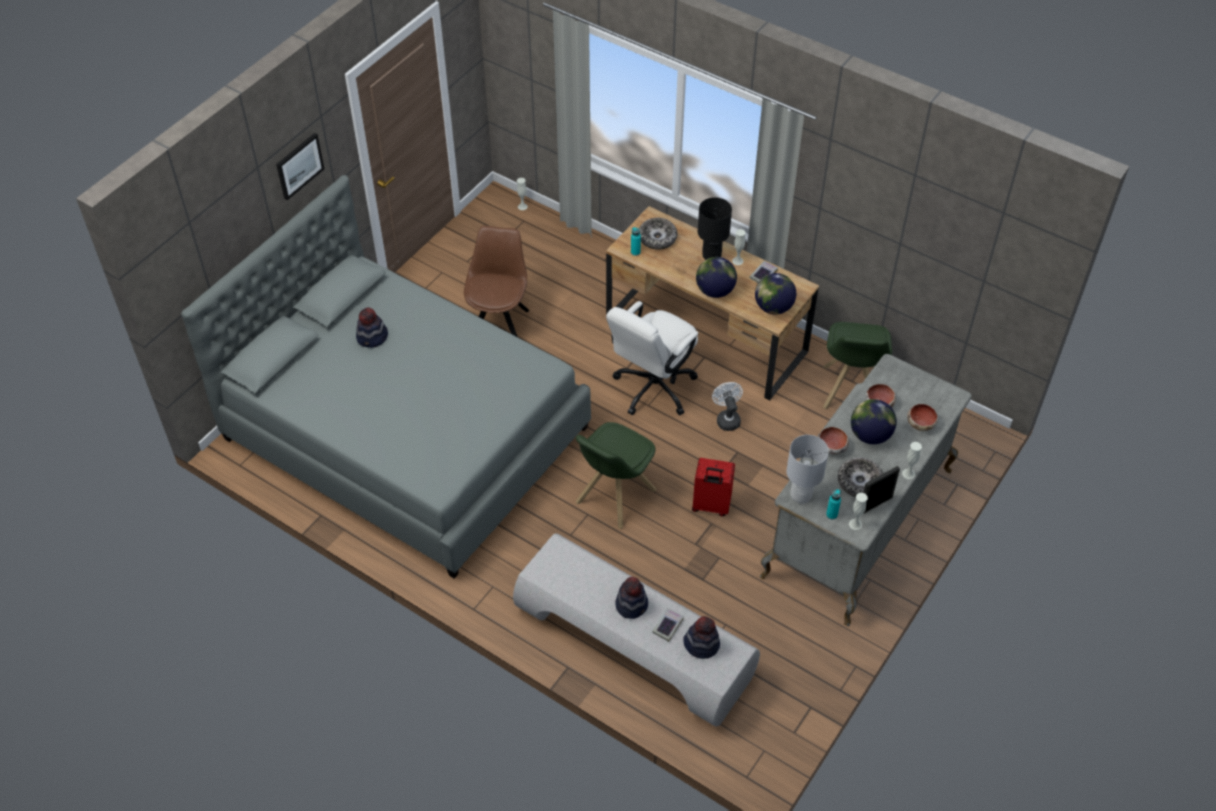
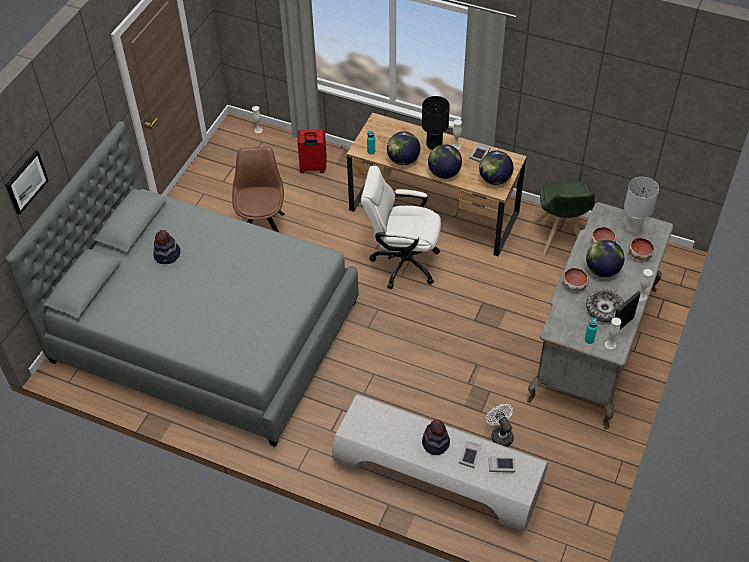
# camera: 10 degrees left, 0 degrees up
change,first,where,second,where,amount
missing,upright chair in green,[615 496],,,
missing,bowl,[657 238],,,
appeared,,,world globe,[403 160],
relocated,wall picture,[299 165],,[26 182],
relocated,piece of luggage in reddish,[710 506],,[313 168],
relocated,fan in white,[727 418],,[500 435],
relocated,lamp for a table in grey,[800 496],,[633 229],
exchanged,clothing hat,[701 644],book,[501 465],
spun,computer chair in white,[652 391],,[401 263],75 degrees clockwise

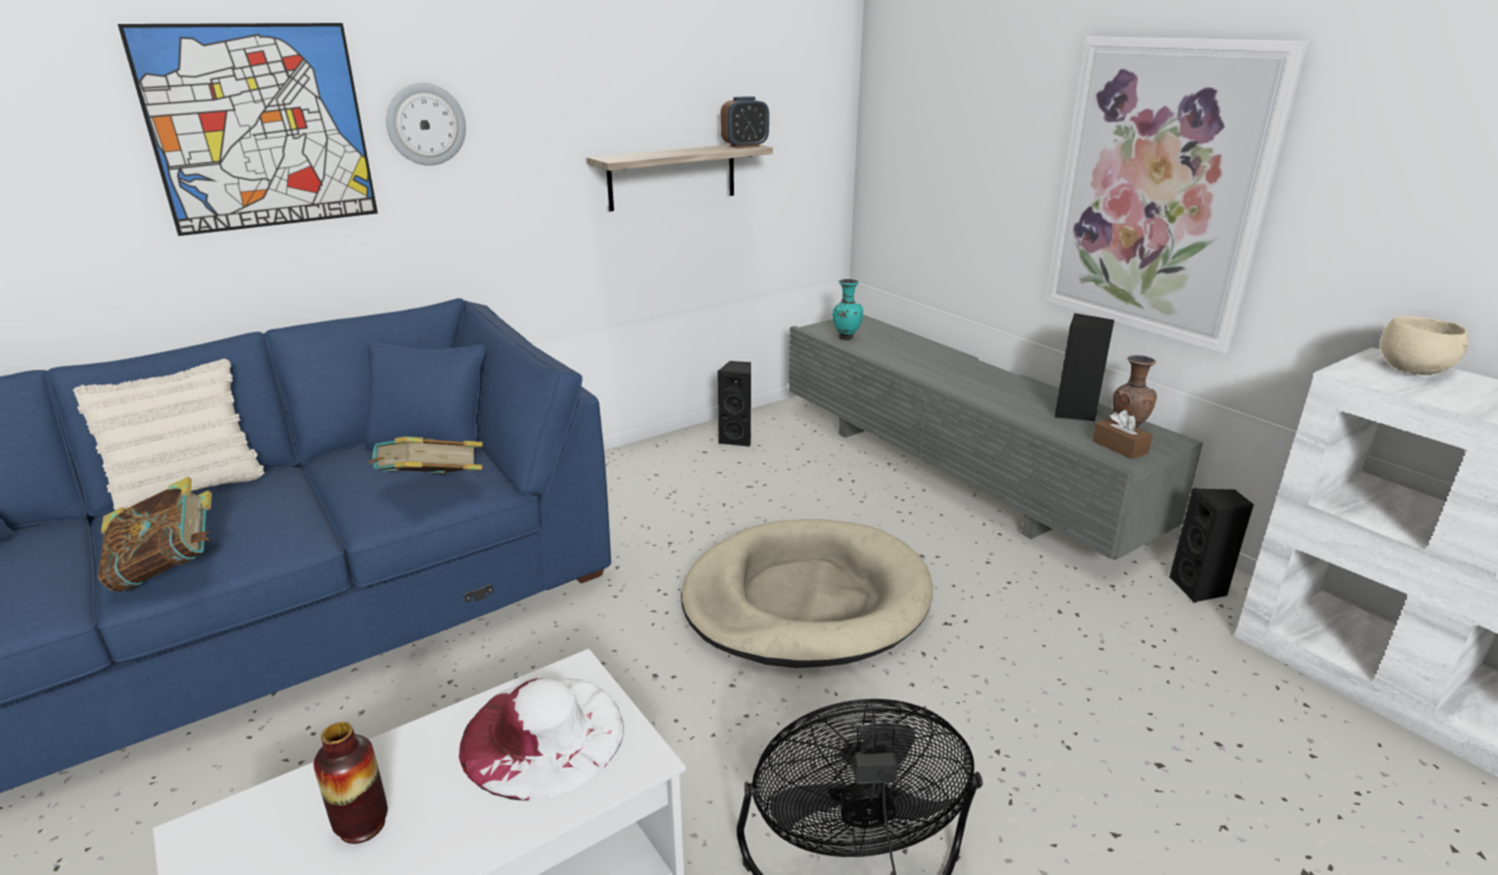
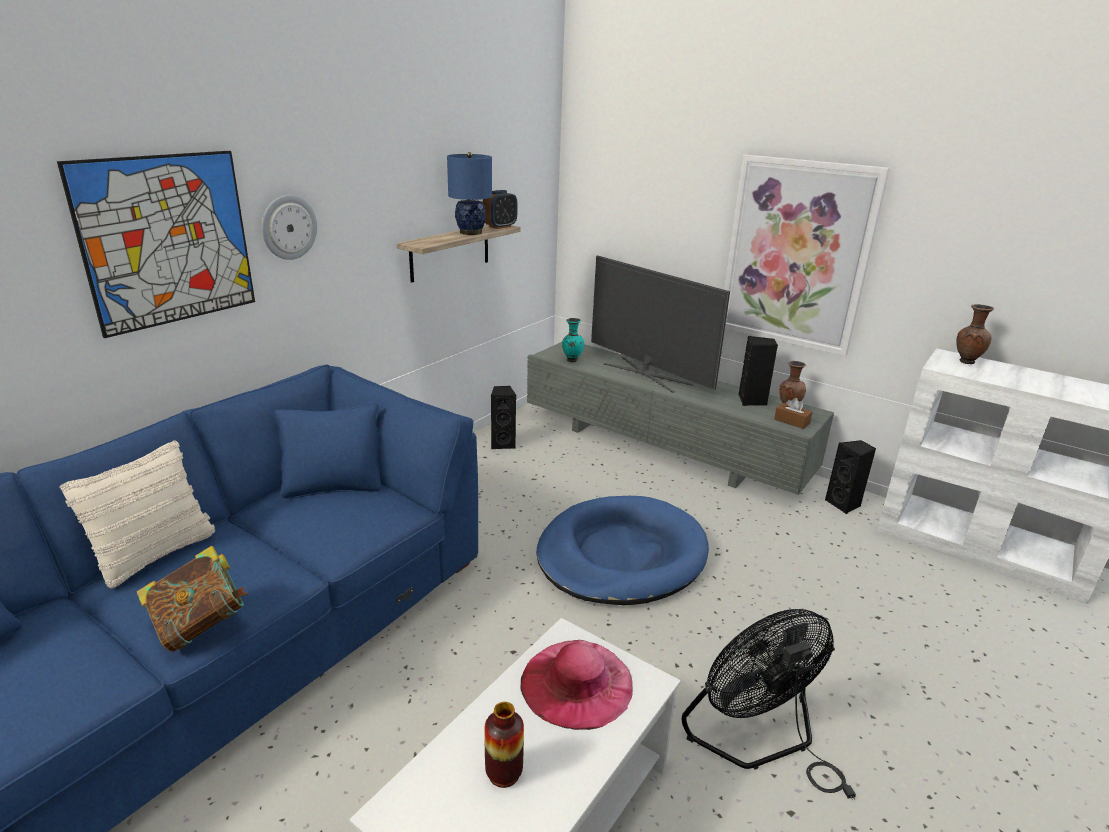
# camera: 20 degrees left, 0 degrees up
change,first,where,second,where,amount
missing,book,[431 489],,,
appeared,,,lamp for a table in bluish,[470 232],
appeared,,,TV,[647 374],
exchanged,bowl in beige-coloured,[1411 370],vase in brown-coloured,[965 362],
colour,clothing hat in white,[543 735],clothing hat in pinkish,[577 682],
colour,dog bed in beige-coloured,[806 600],dog bed in bluish,[621 555],

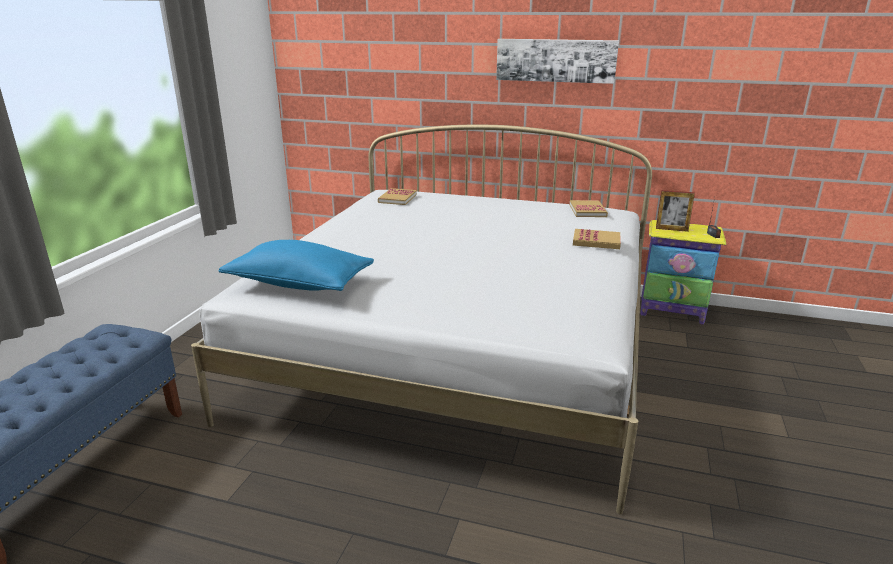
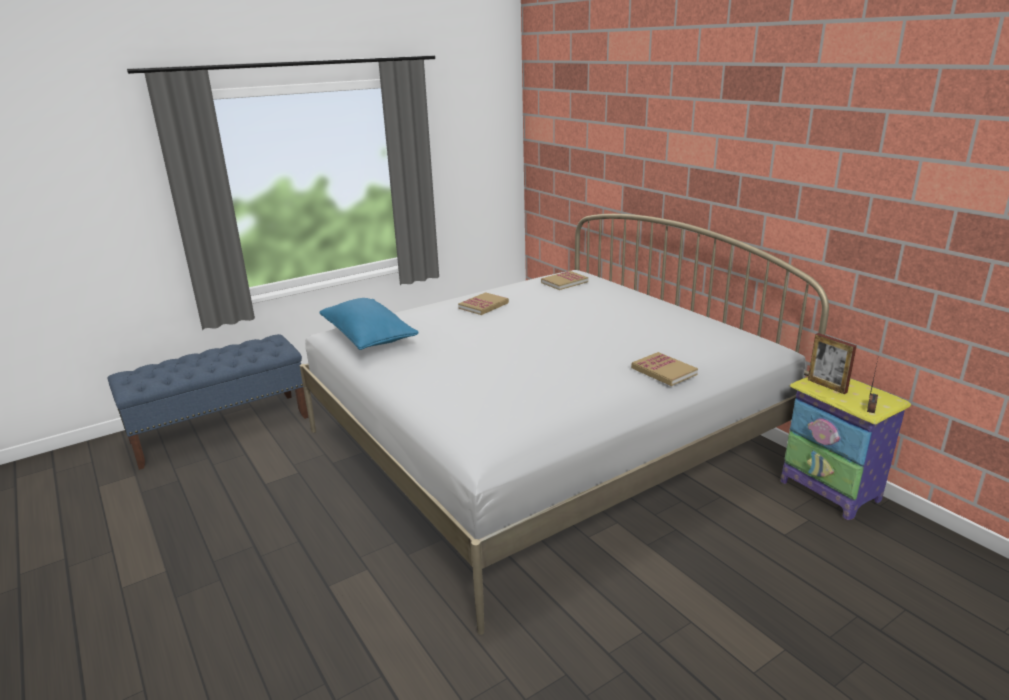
# camera: 40 degrees right, 0 degrees up
change,first,where,second,where,amount
missing,wall picture,[555 60],,,
relocated,book,[587 210],,[483 306],

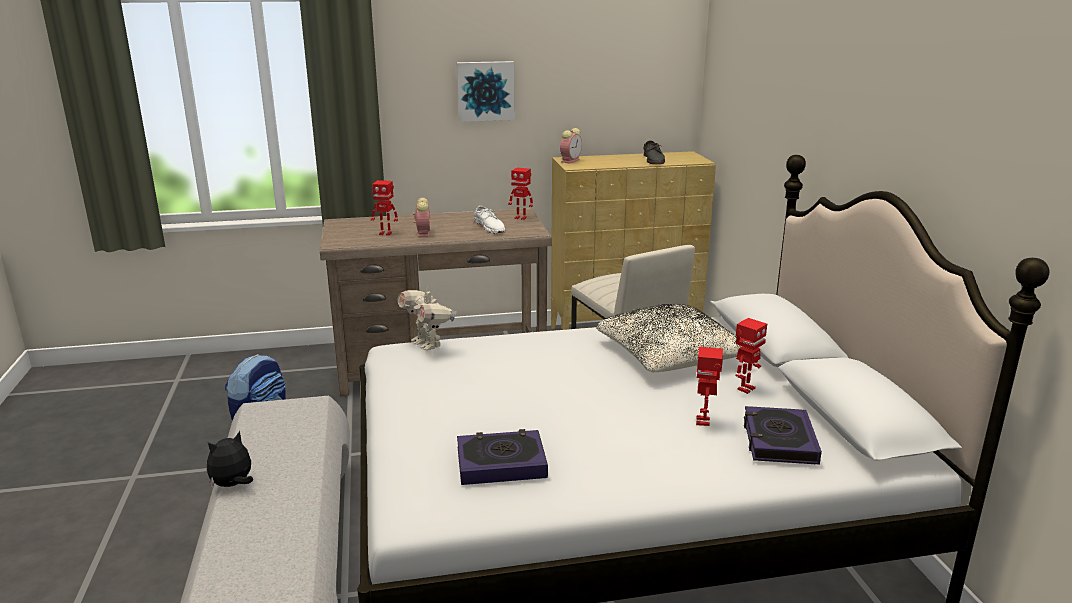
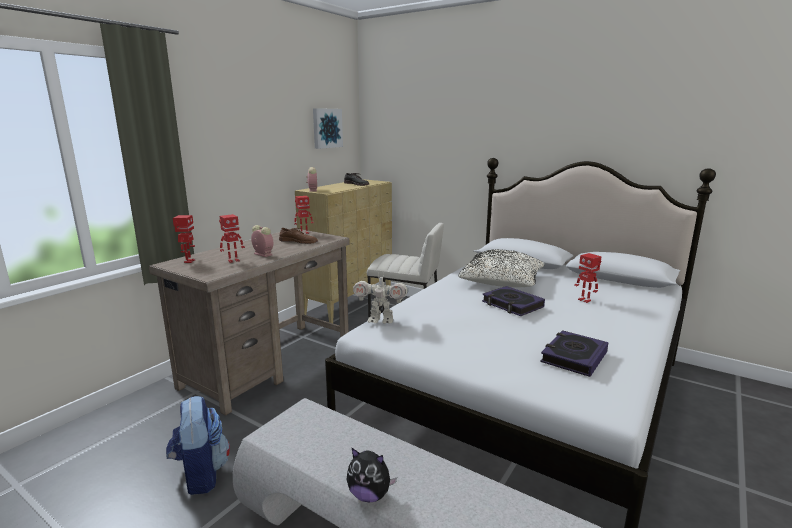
# camera: 45 degrees left, 5 degrees down
change,first,where,second,where,amount
relocated,wall picture,[485 91],,[326 128],
relocated,robot figure,[745 388],,[189 261],
relocated,book,[779 441],,[512 305],
colour,item of footwear in white,[490 227],item of footwear in brown-coloured,[298 241],
spun,plush toy,[233 485],,[369 495],75 degrees counterclockwise

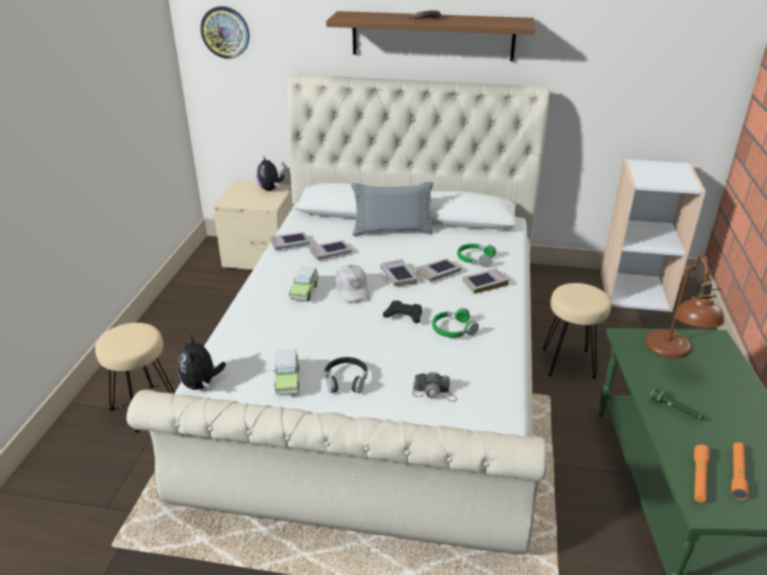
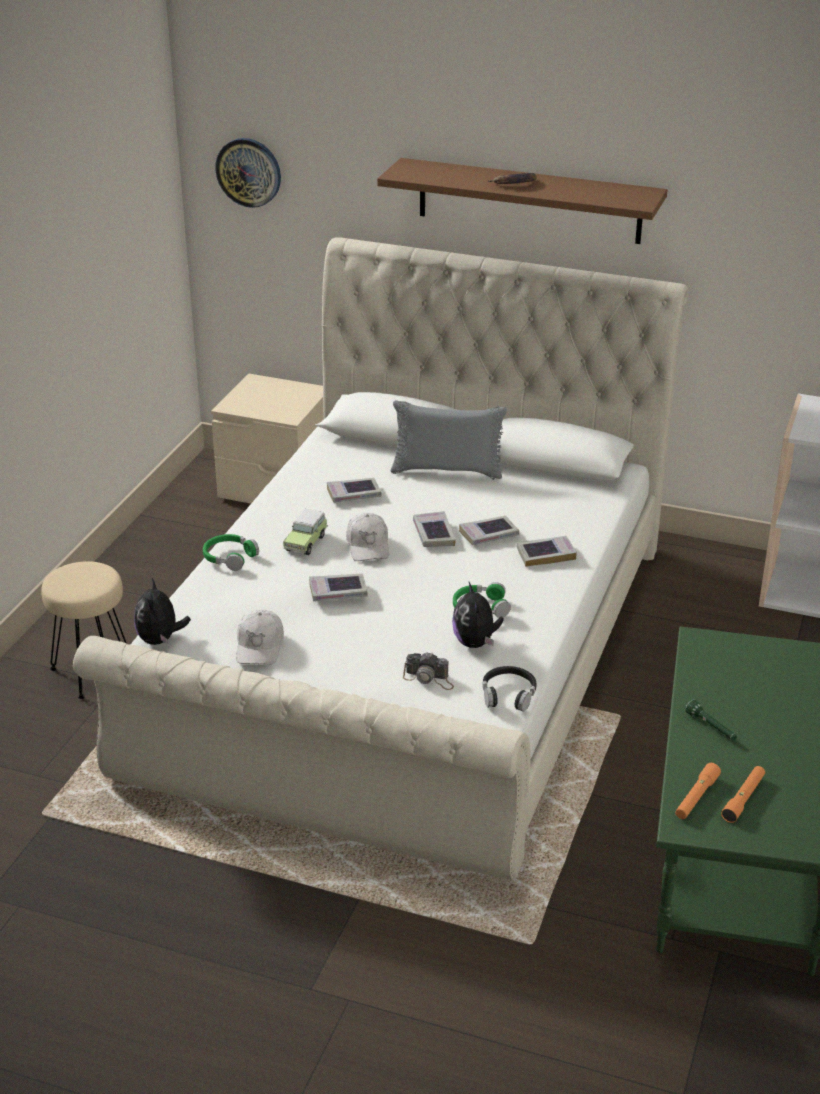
# camera: 10 degrees right, 0 degrees up
change,first,where,second,where,amount
missing,joypad in black,[404 315],,,
missing,sitting stool in beige-coloured,[569 363],,,
missing,lamp for a table in brown-coloured,[675 357],,,
relocated,plush toy,[270 189],,[475 643],
relocated,book,[290 244],,[338 592],
relocated,headset in black,[346 380],,[508 694],
relocated,headset in green,[475 259],,[229 557],
exchanged,toy car,[287 380],baseball cap in white,[260 646],

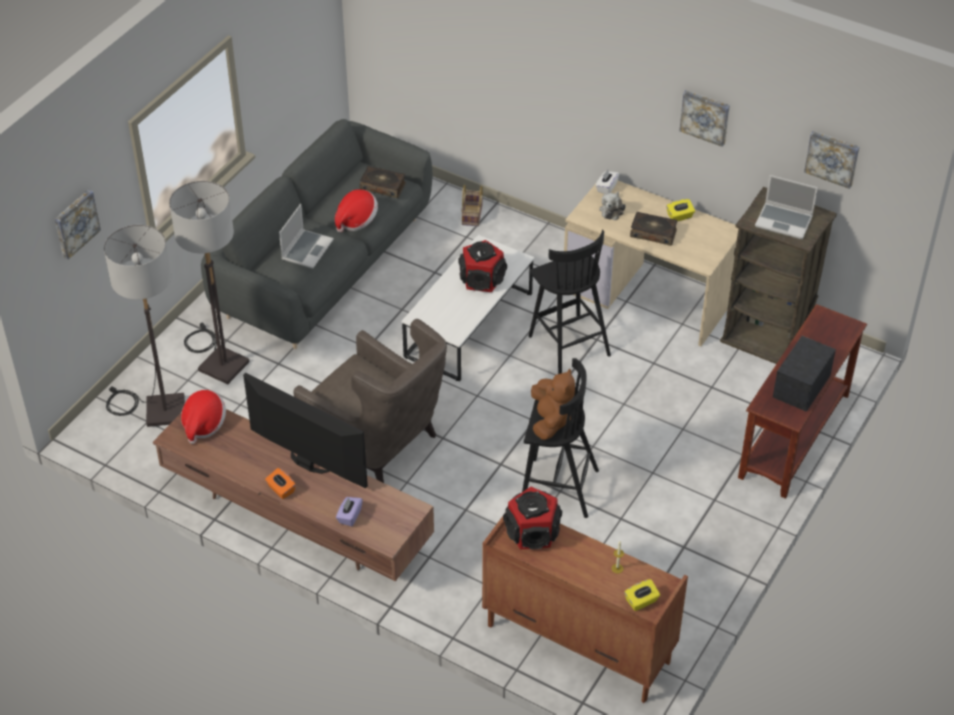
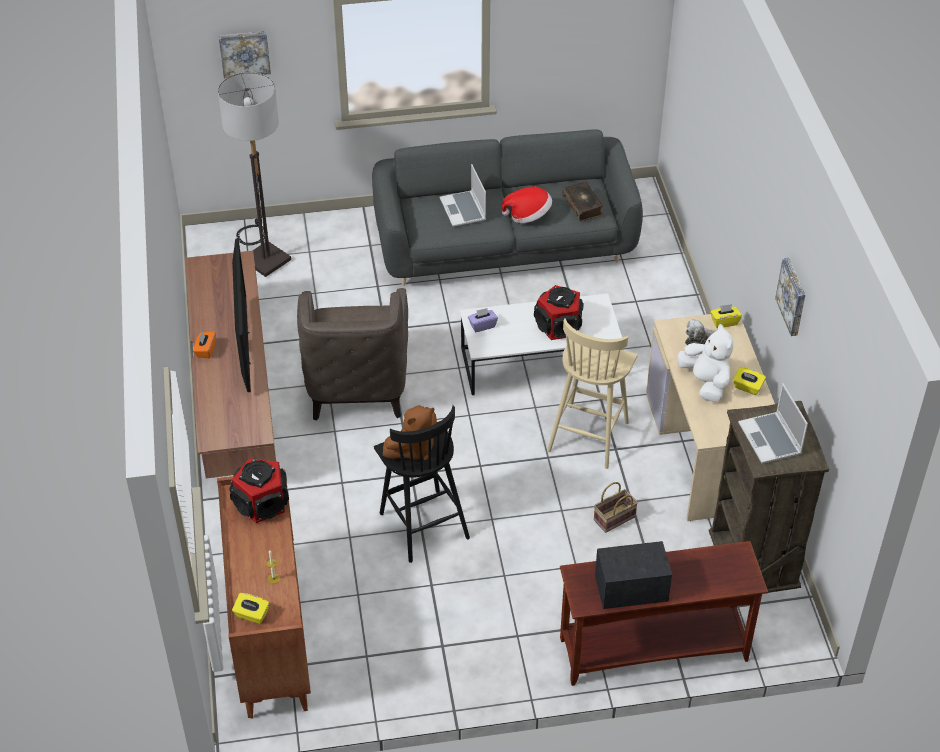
# camera: 50 degrees right, 0 degrees up
change,first,where,second,where,amount
missing,standing lamp,[217 359],,,
missing,clothing hat,[203 424],,,
missing,wall picture,[832 158],,,
relocated,tissue holder in purple-coloured,[349 516],,[482 325],
relocated,household basket,[472 216],,[614 519],
exchanged,book,[653 233],plush toy in white,[705 382],
colour,sitting stool in black,[567 343],sitting stool in beige-coloured,[589 434],
colour,tissue holder in white,[606 187],tissue holder in yellowish,[724 322],
spun,portable computer,[307 249],,[463 210],90 degrees clockwise

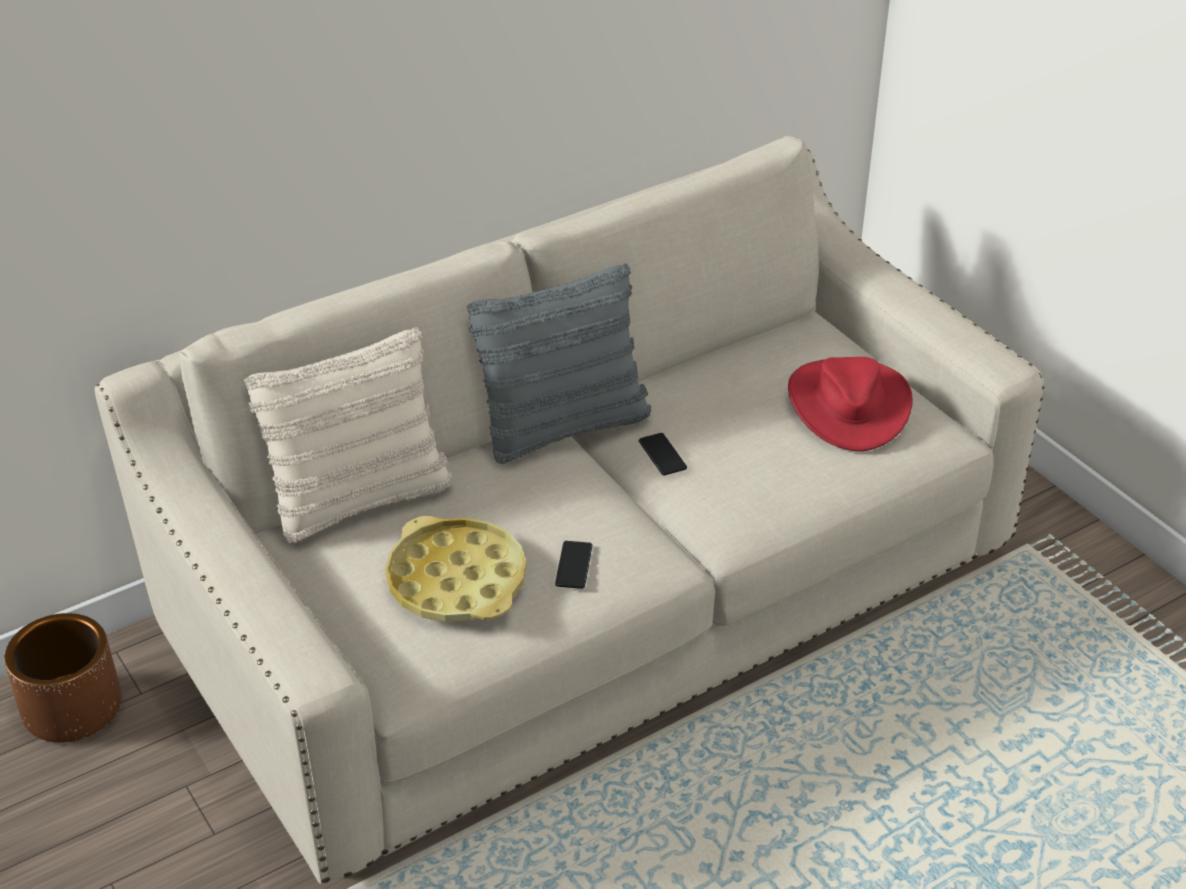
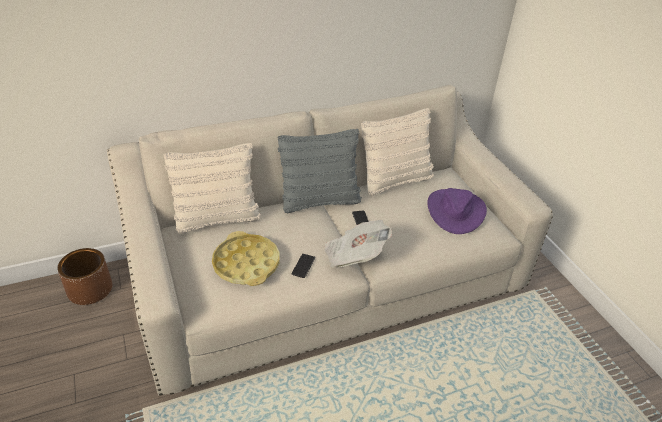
# camera: 10 degrees right, 0 degrees up
change,first,where,second,where,amount
appeared,,,newspaper,[354 256],
appeared,,,throw pillow in beige-coloured,[395 181],
colour,clothing hat in reddish,[848 404],clothing hat in purple-coloured,[455 211],

